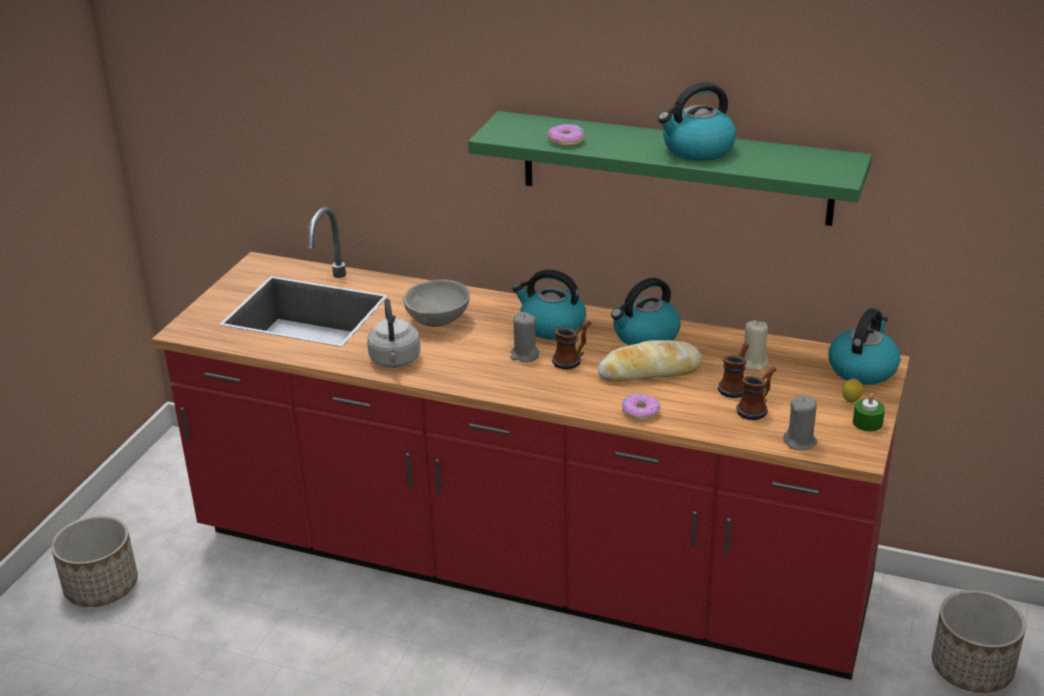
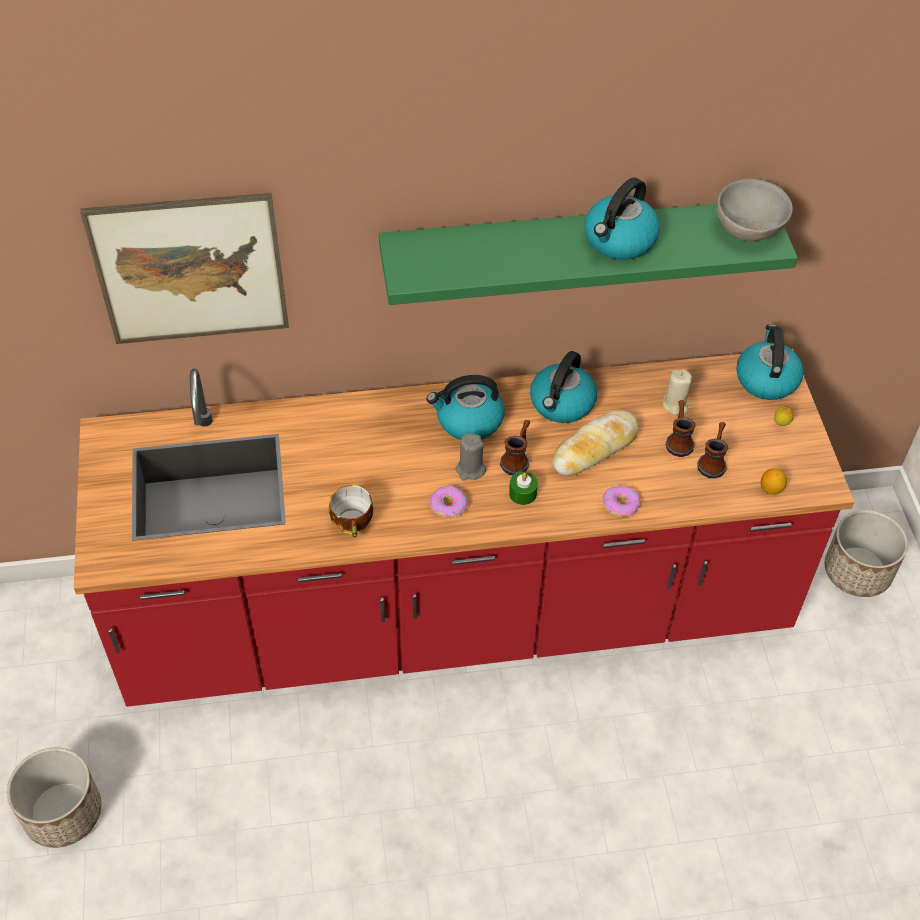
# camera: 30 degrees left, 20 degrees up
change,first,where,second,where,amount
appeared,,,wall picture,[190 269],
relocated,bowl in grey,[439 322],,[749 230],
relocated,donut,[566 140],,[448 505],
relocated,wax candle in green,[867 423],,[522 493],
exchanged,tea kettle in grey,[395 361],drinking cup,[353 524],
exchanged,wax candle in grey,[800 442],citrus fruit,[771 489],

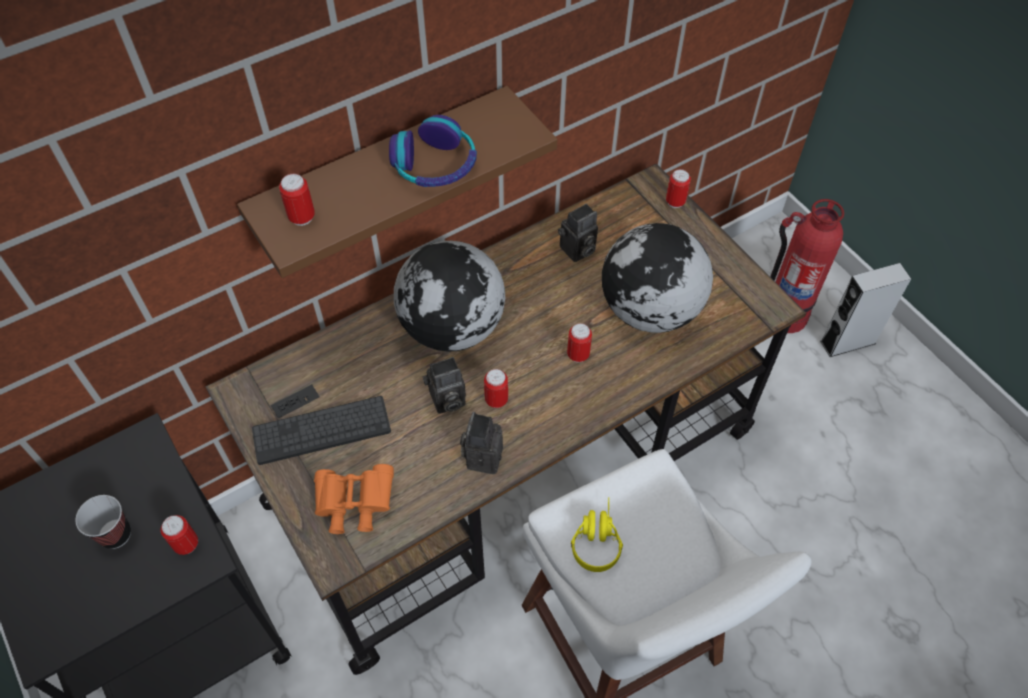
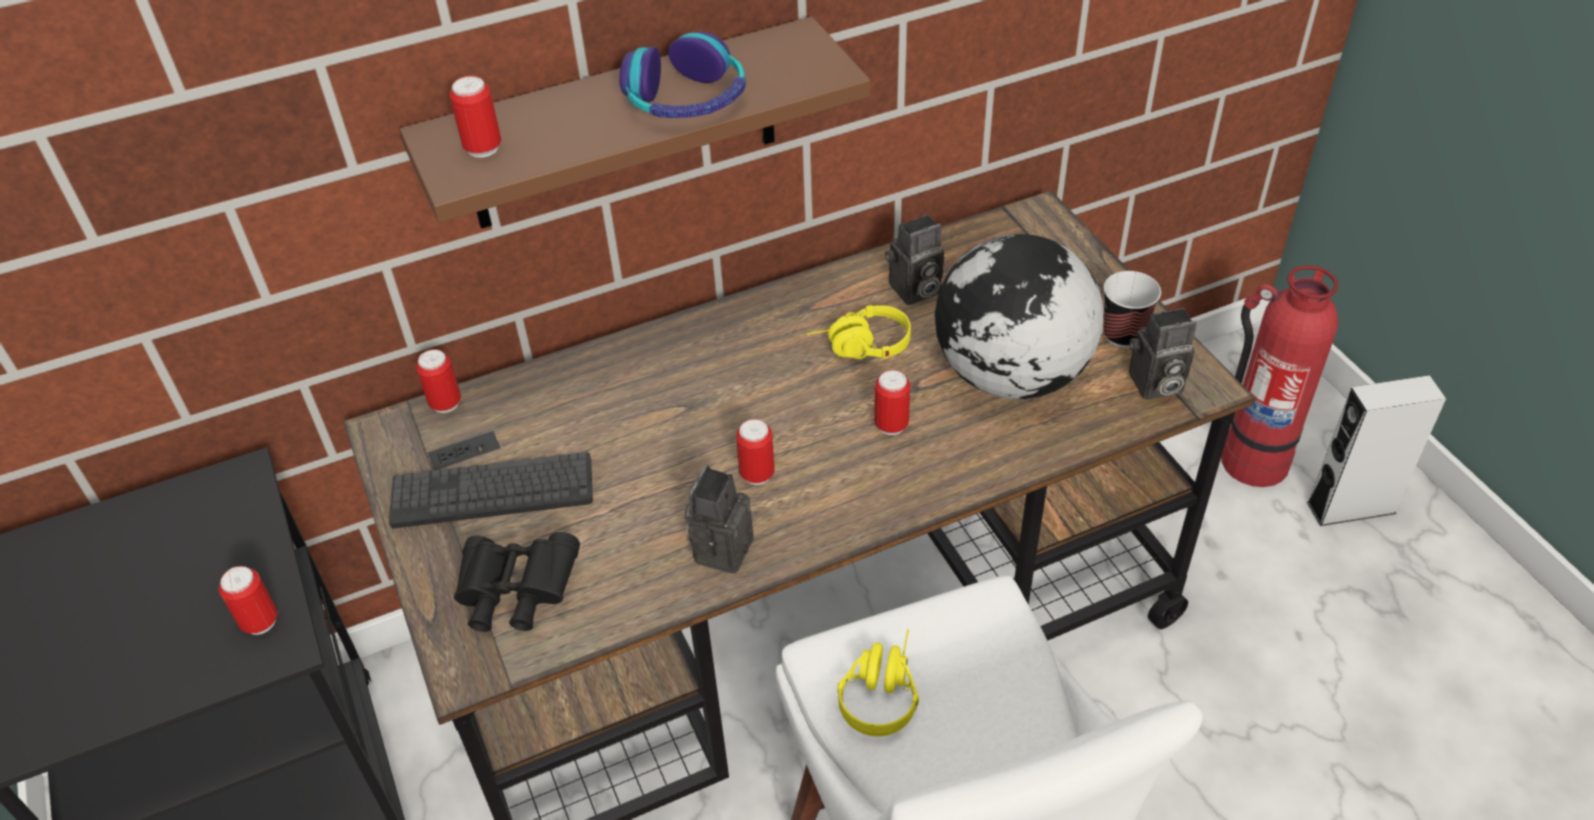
# camera: 10 degrees right, 10 degrees down
change,first,where,second,where,amount
missing,world globe,[452 328],,,
appeared,,,headset in yellowish,[859 347],
relocated,drinking cup,[115 534],,[1123 335],
relocated,still camera,[446 401],,[1154 385],
relocated,can,[675 202],,[445 403],
colour,field glasses in orangey,[354 505],field glasses in black,[516 595],

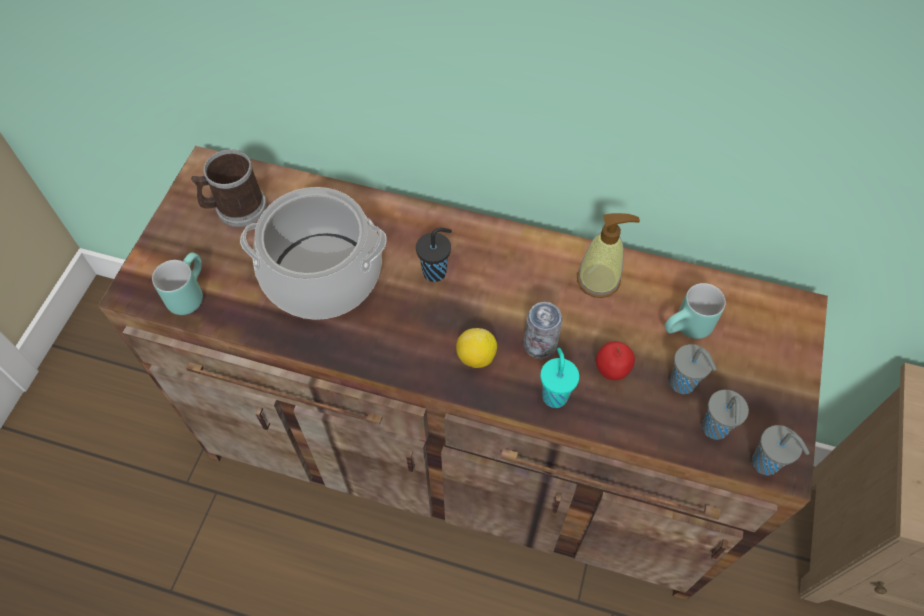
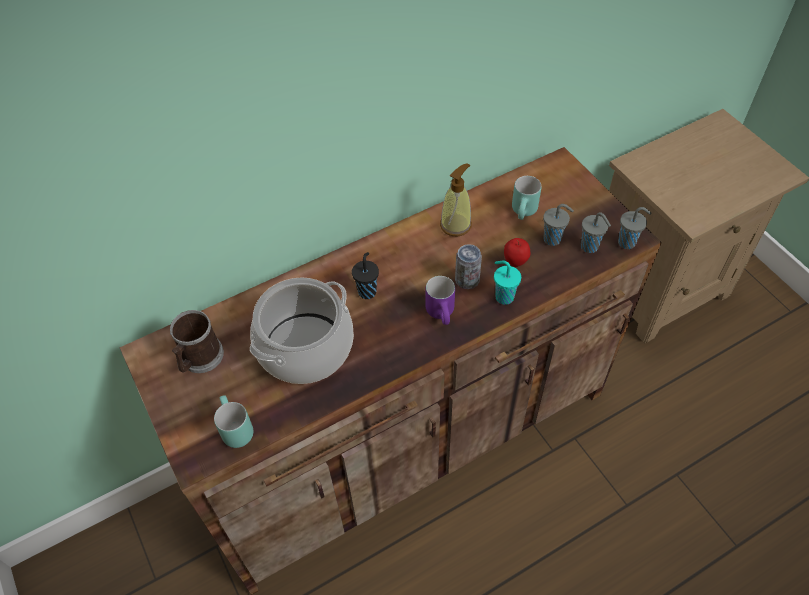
# camera: 45 degrees left, 5 degrees down
change,first,where,second,where,amount
exchanged,citrus fruit,[476 357],tea mug in purple-coloured,[443 314],

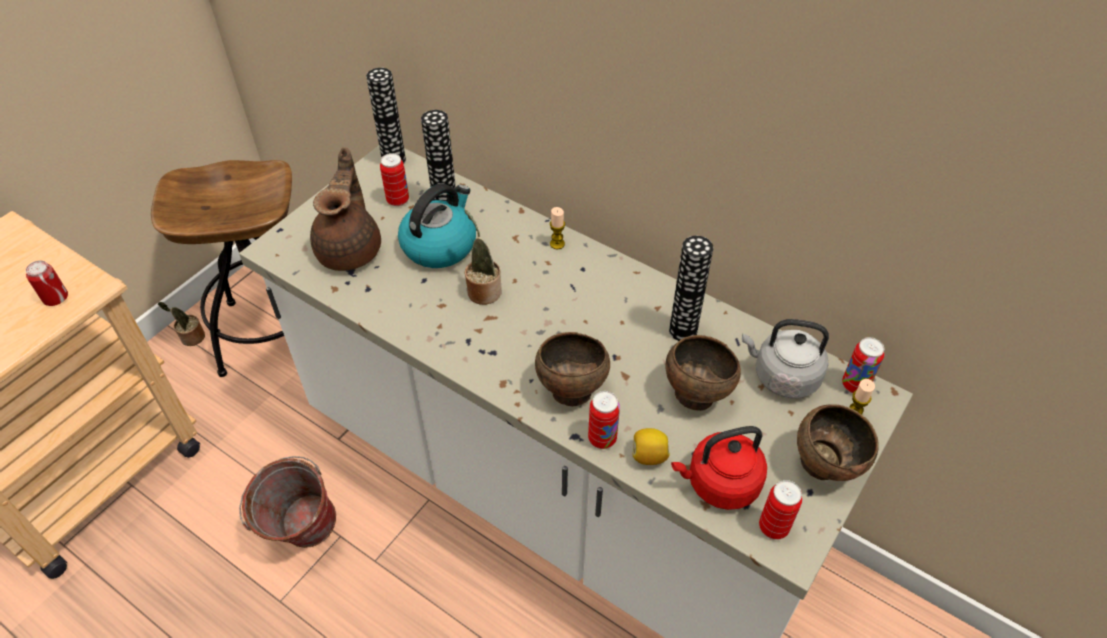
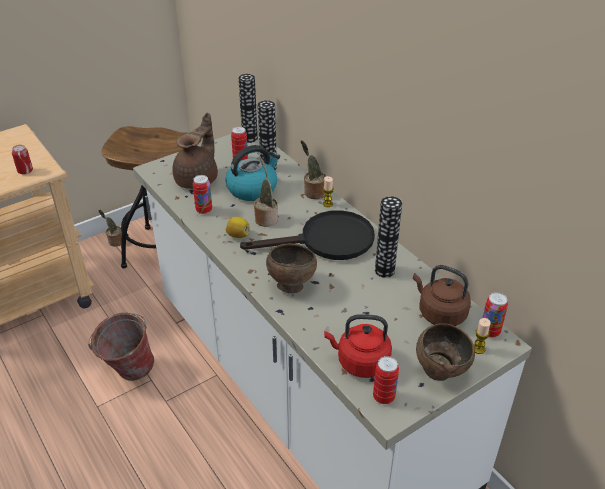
# camera: 20 degrees right, 10 degrees down
change,first,where,second,where,amount
missing,bowl in brown-coloured,[695 394],,,
appeared,,,skillet in black,[326 241],
appeared,,,plant in a pot,[313 192],
relocated,can,[602 439],,[204 210],
relocated,citrus fruit,[648 456],,[238 235],
colour,tea kettle in grey,[782 376],tea kettle in brown-coloured,[439 313],

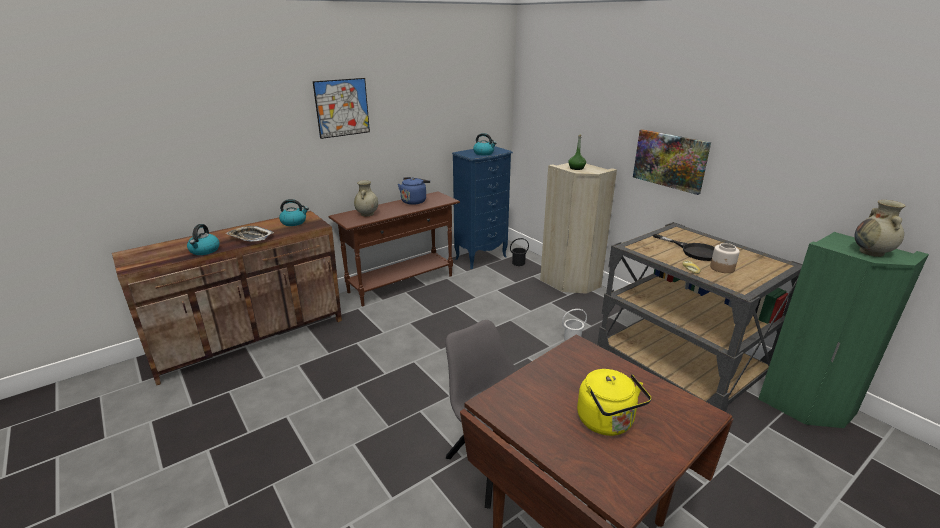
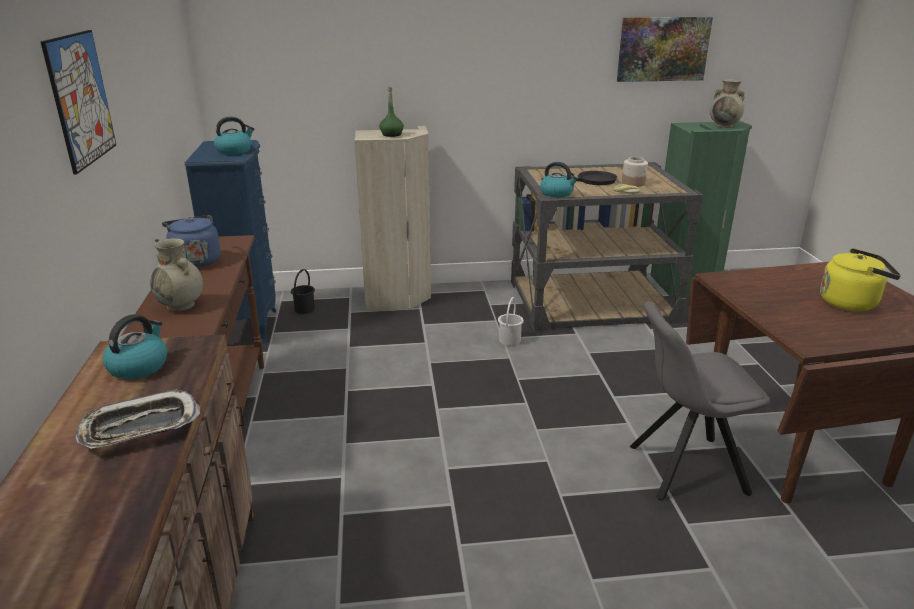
# camera: 60 degrees left, 0 degrees up
change,first,where,second,where,amount
relocated,tea kettle,[204 250],,[557 193],
relocated,wall picture,[670 160],,[663 49],

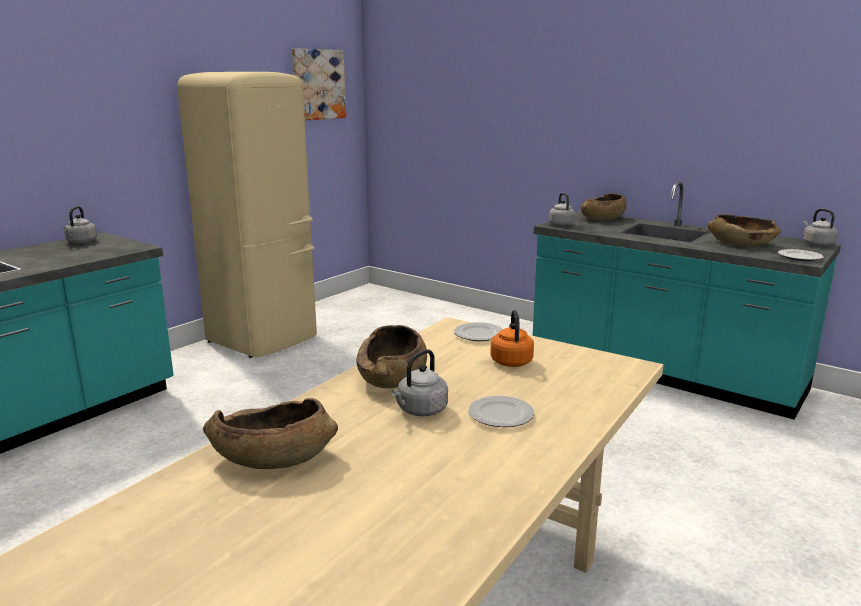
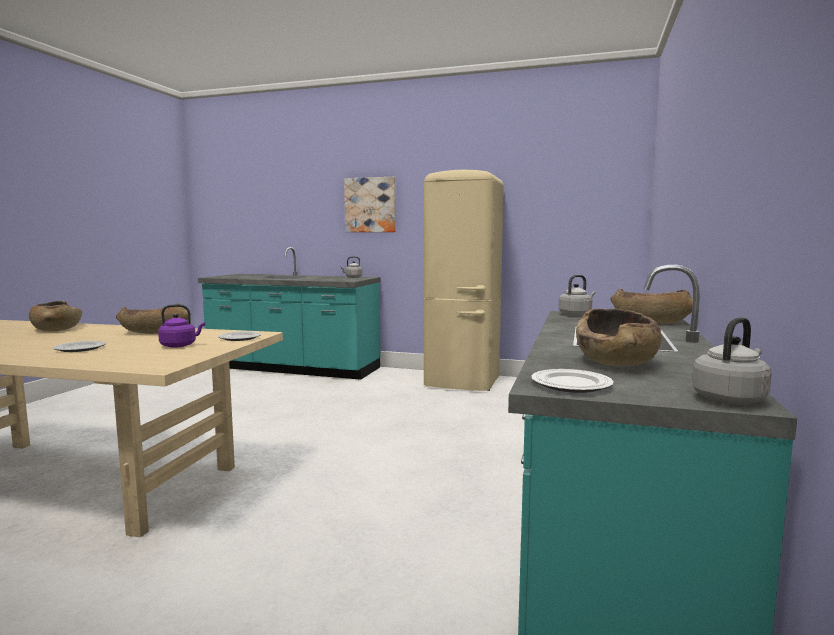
# camera: 70 degrees right, 10 degrees down
change,first,where,second,where,amount
missing,tea kettle in grey,[420 411],,,
relocated,wall picture,[318 84],,[370 205],
colour,tea kettle in orangey,[511 361],tea kettle in purple-coloured,[180 345],

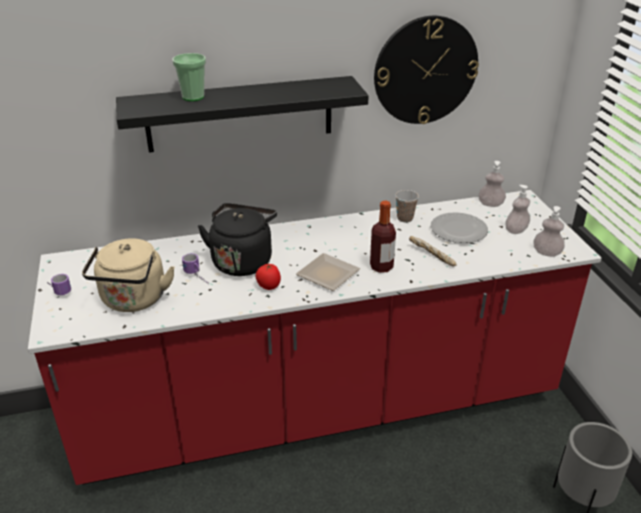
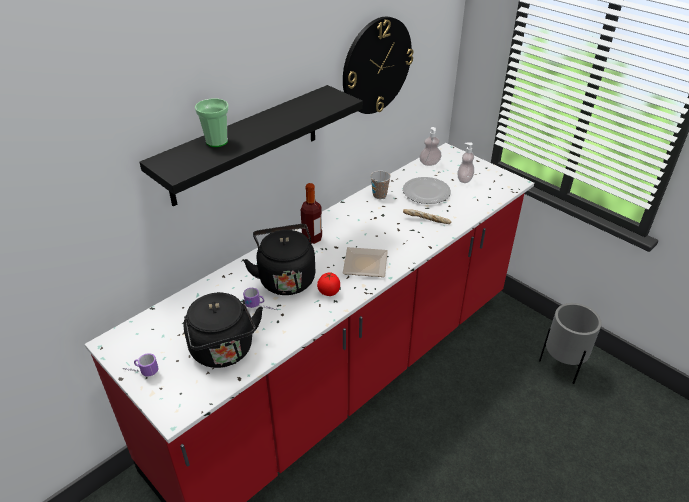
# camera: 30 degrees left, 5 degrees up
change,first,where,second,where,amount
missing,liquid soap bottle,[546 253],,,
relocated,bottle,[381 267],,[312 238],
colour,tea kettle in beige-coloured,[133 300],tea kettle in black,[224 352],

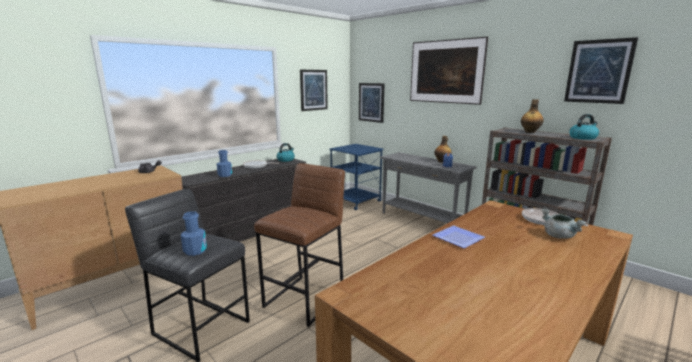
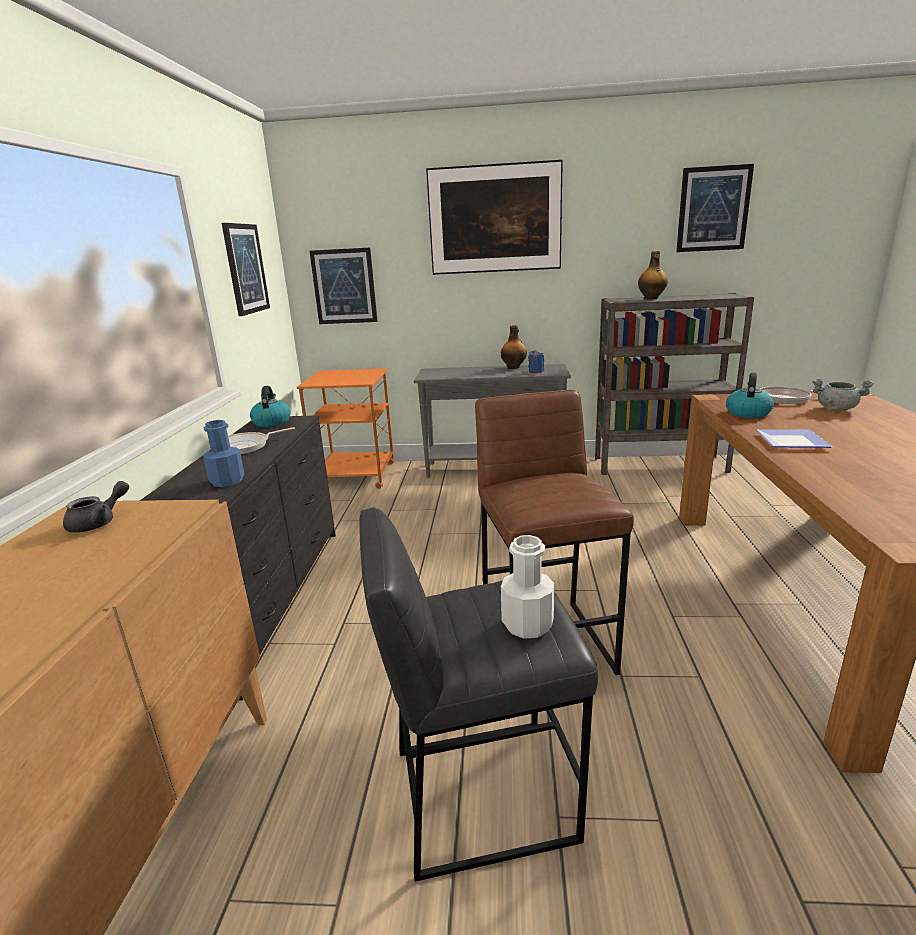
# camera: 40 degrees left, 5 degrees up
change,first,where,second,where,amount
relocated,tea kettle,[583 138],,[747 413],
colour,bottle in bluish,[195 251],bottle in white,[527 624],
colour,cart in bluish,[356 201],cart in orangey,[357 475],

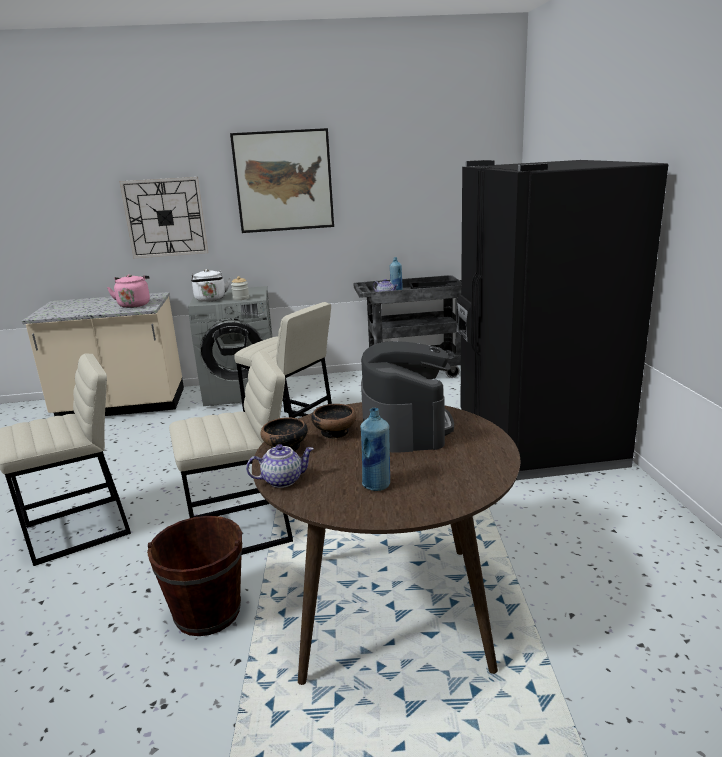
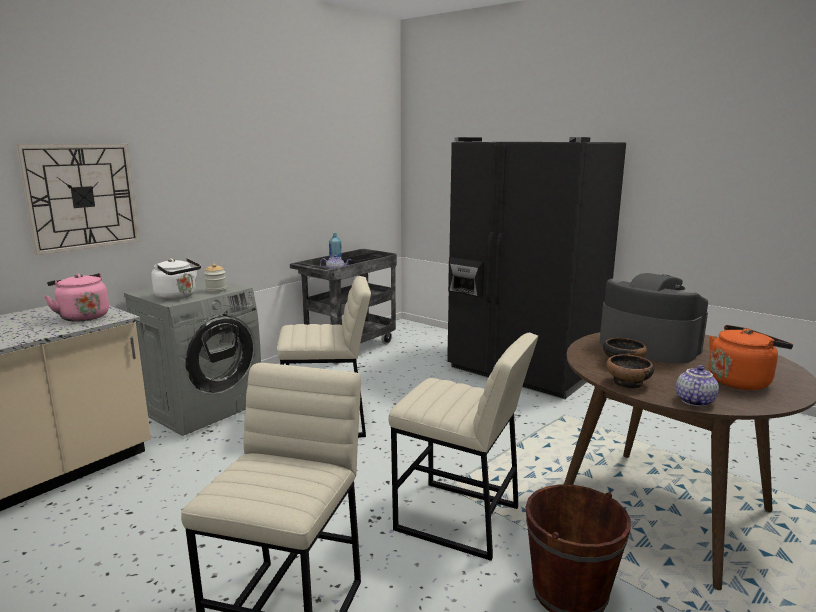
# camera: 45 degrees left, 5 degrees down
change,first,where,second,where,amount
missing,wall picture,[283 181],,,
exchanged,bottle in bluish,[377 485],tea kettle in orangey,[741 381],
spun,upright chair in beige-coloured,[243 530],,[460 519],90 degrees clockwise

